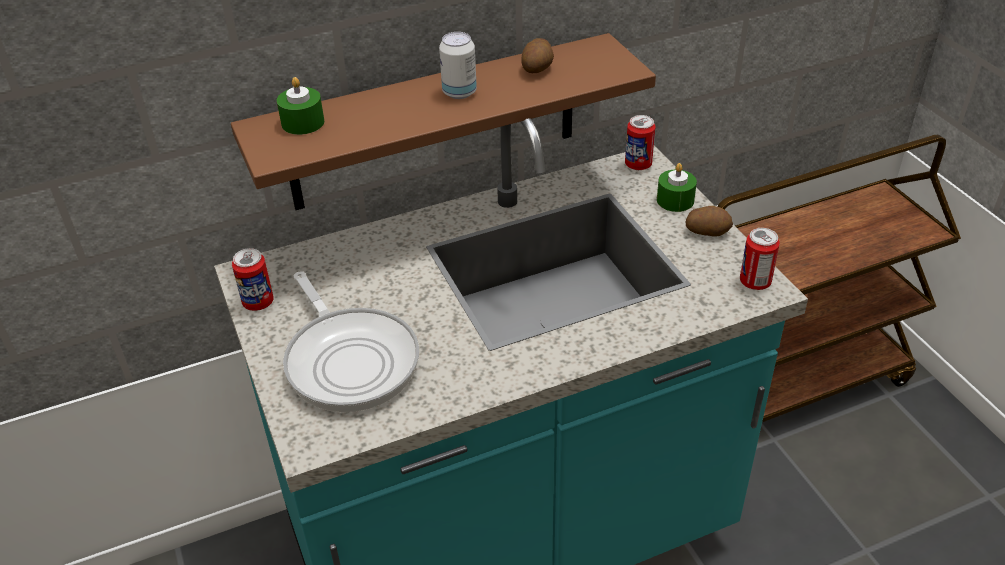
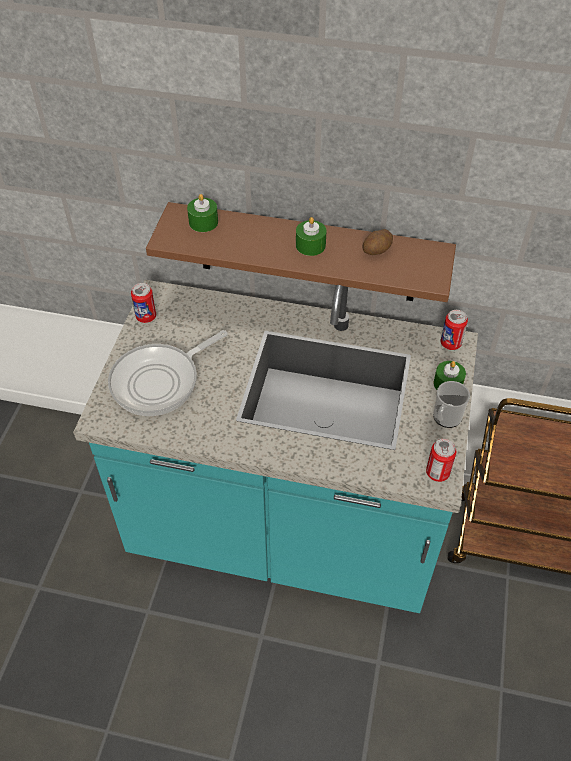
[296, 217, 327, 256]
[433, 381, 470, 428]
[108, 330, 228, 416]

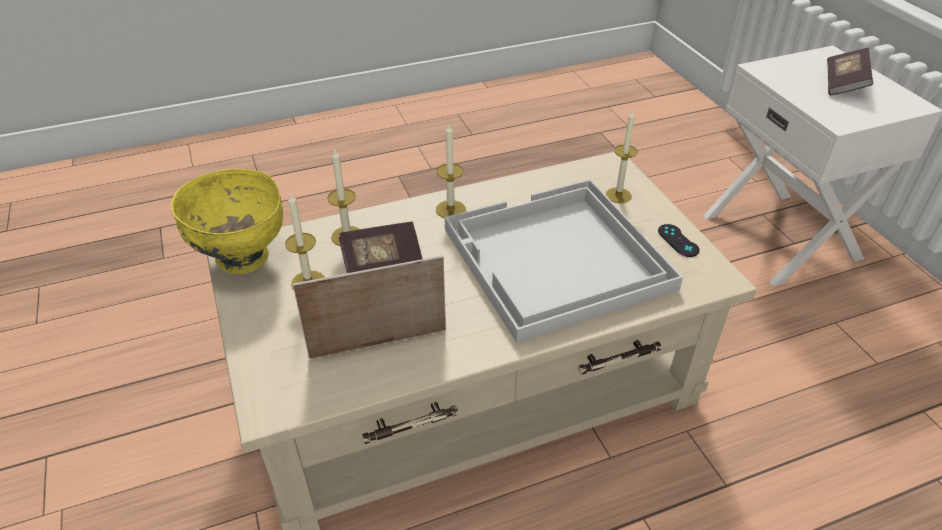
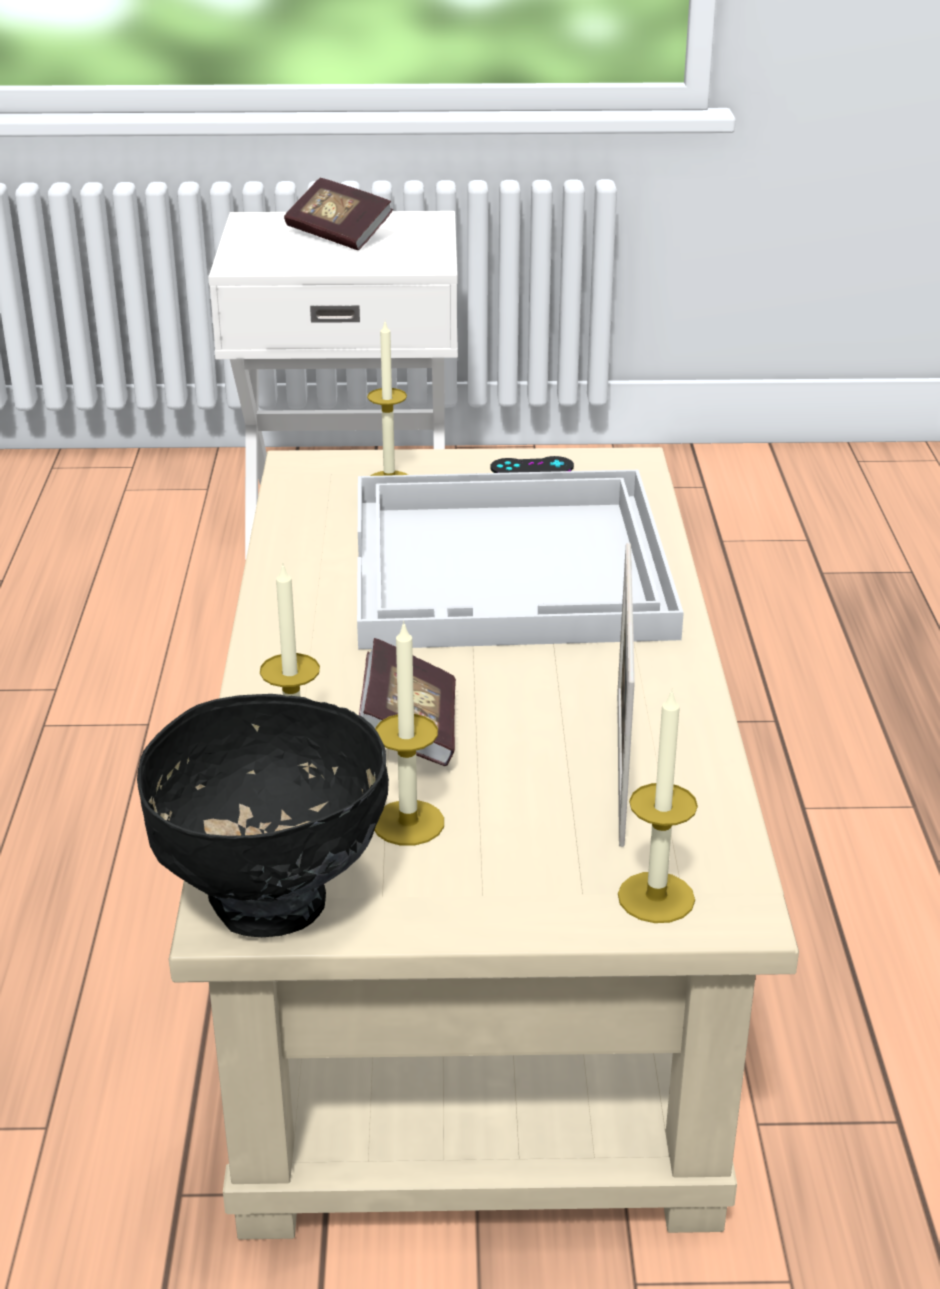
[618, 688, 698, 923]
[137, 694, 389, 937]

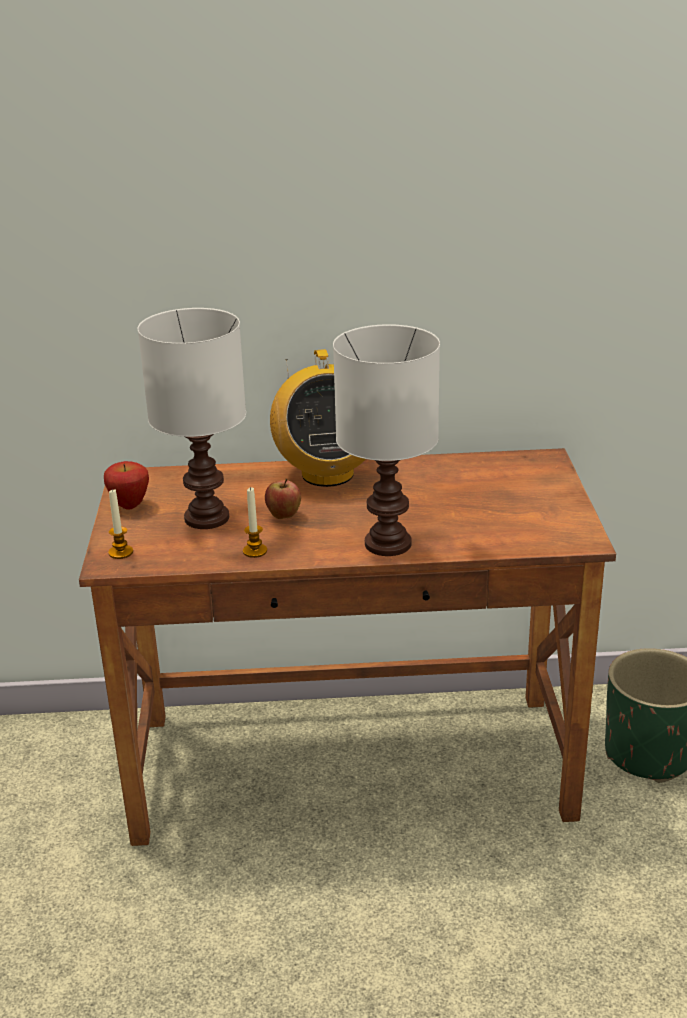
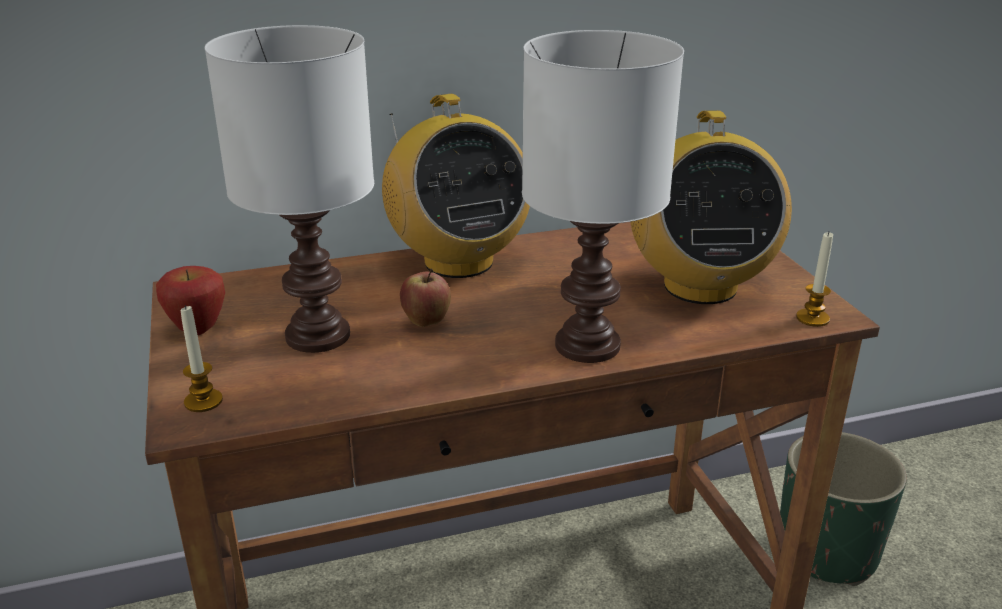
[796, 232, 833, 327]
[631, 110, 792, 304]

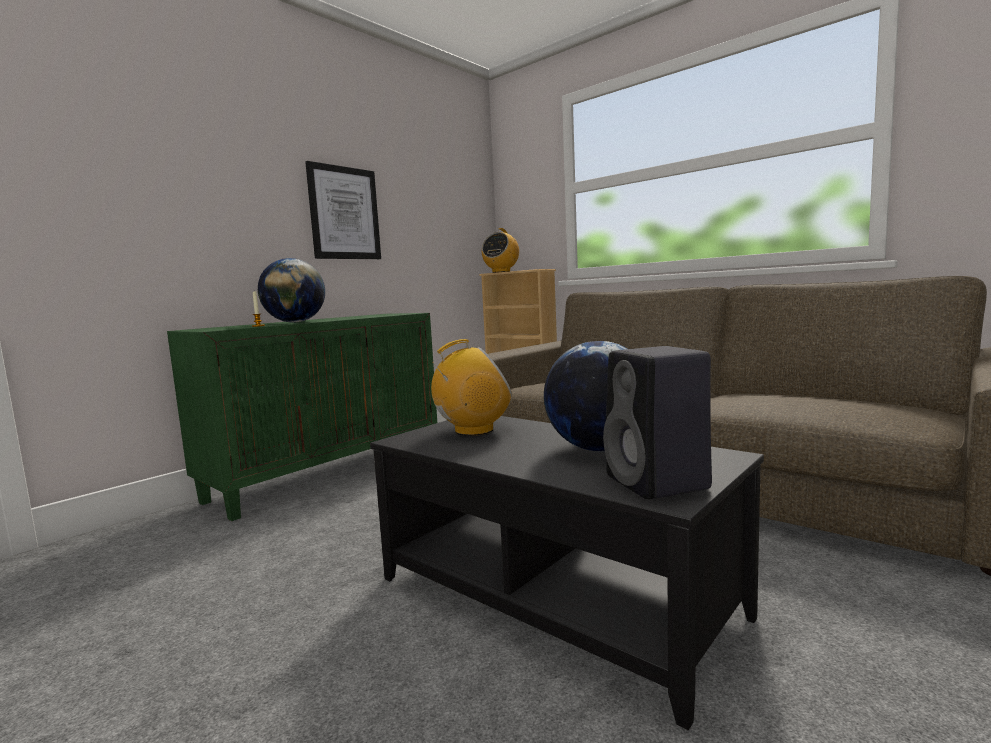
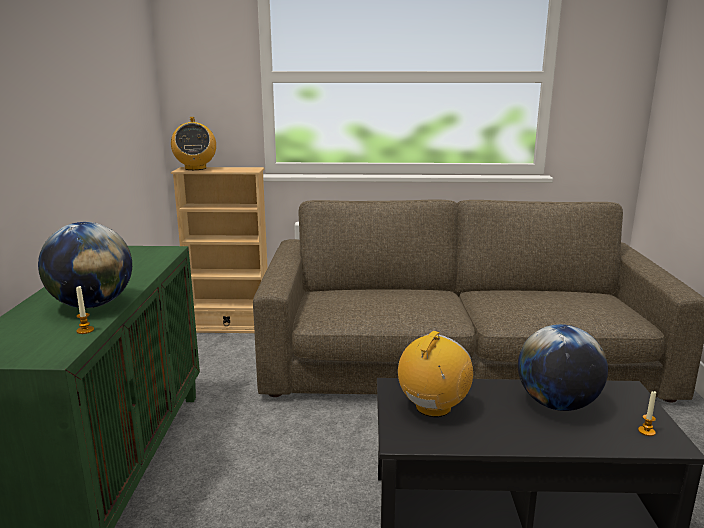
[305, 161, 381, 259] (first image)
[638, 391, 656, 436]

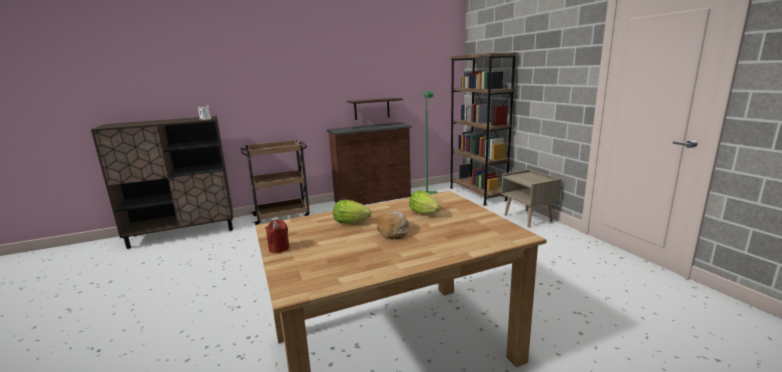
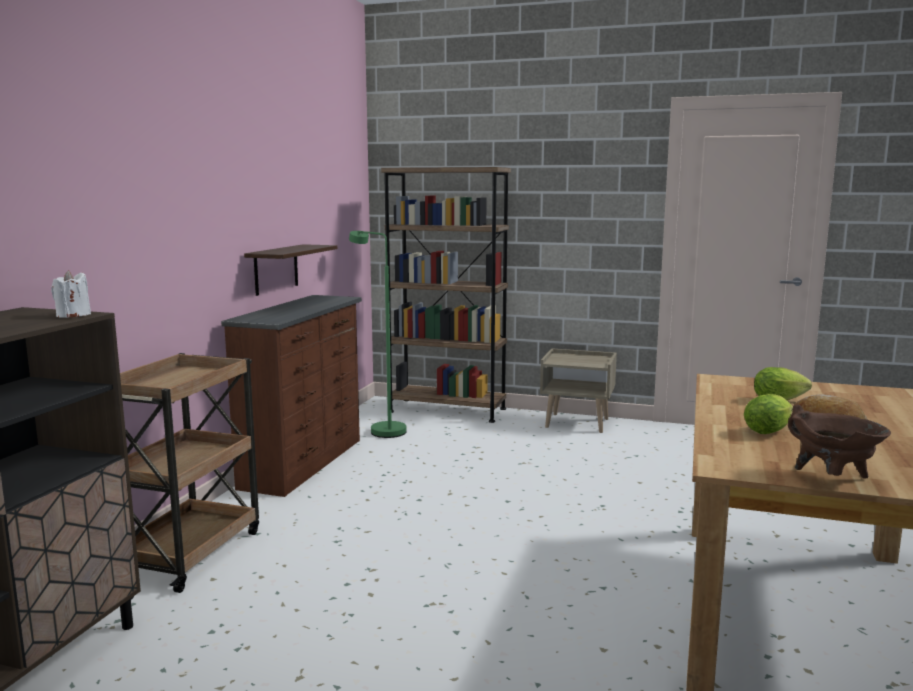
[788, 405, 891, 479]

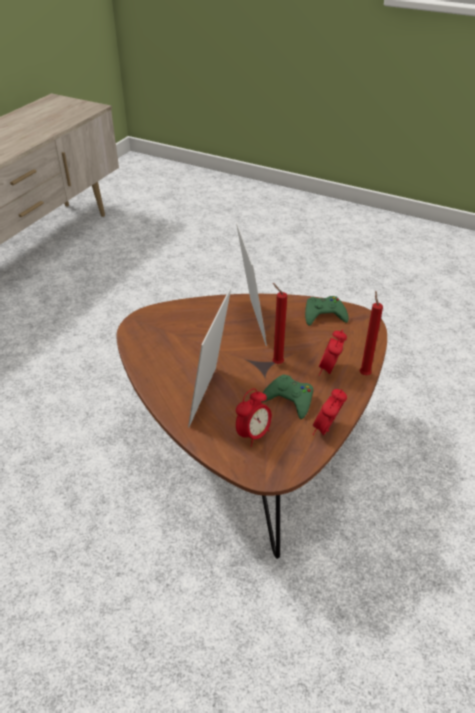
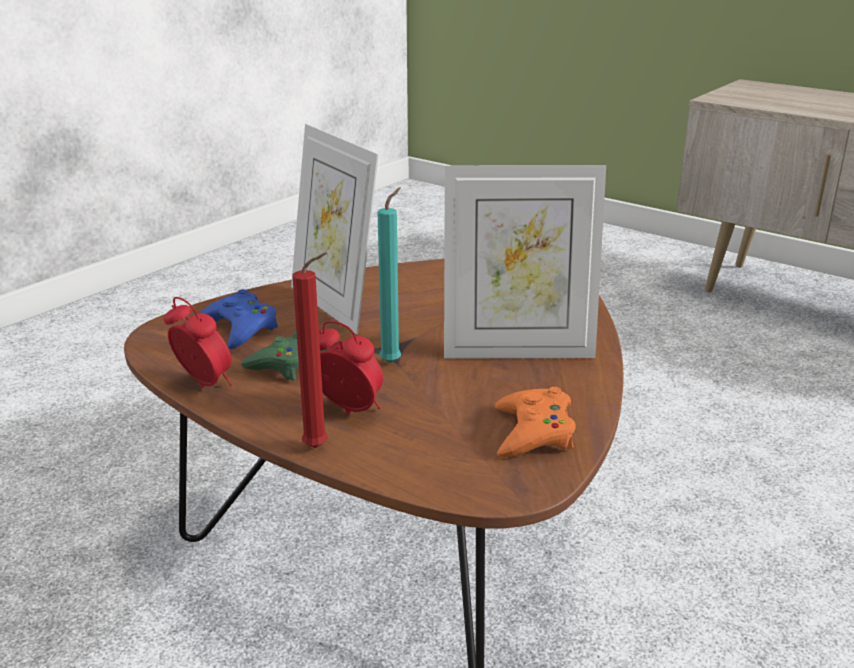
[378, 187, 401, 363]
[291, 124, 379, 334]
[495, 387, 576, 457]
[199, 289, 278, 349]

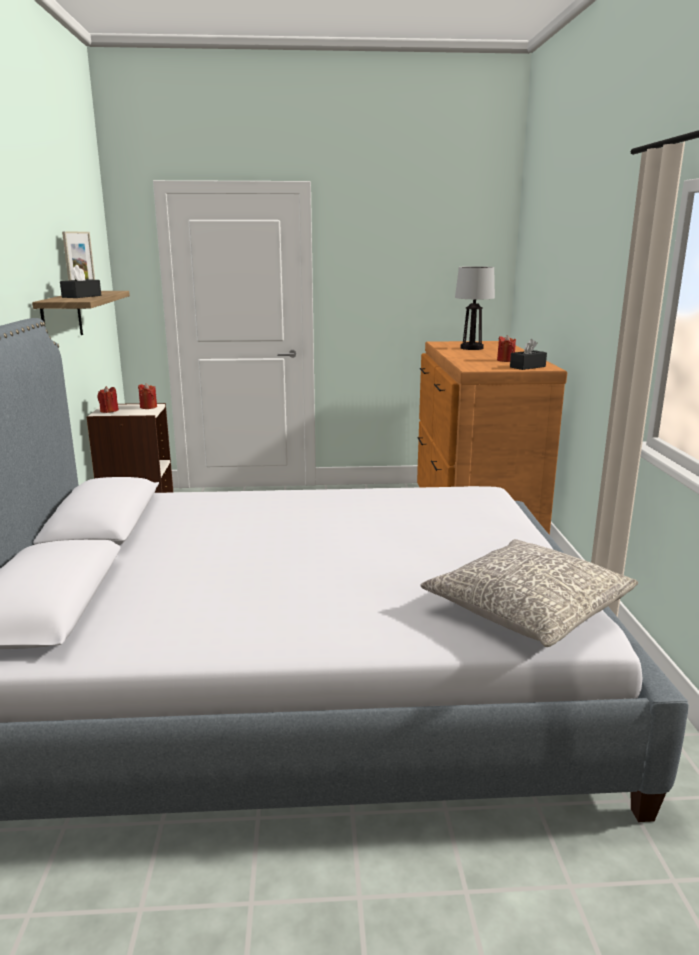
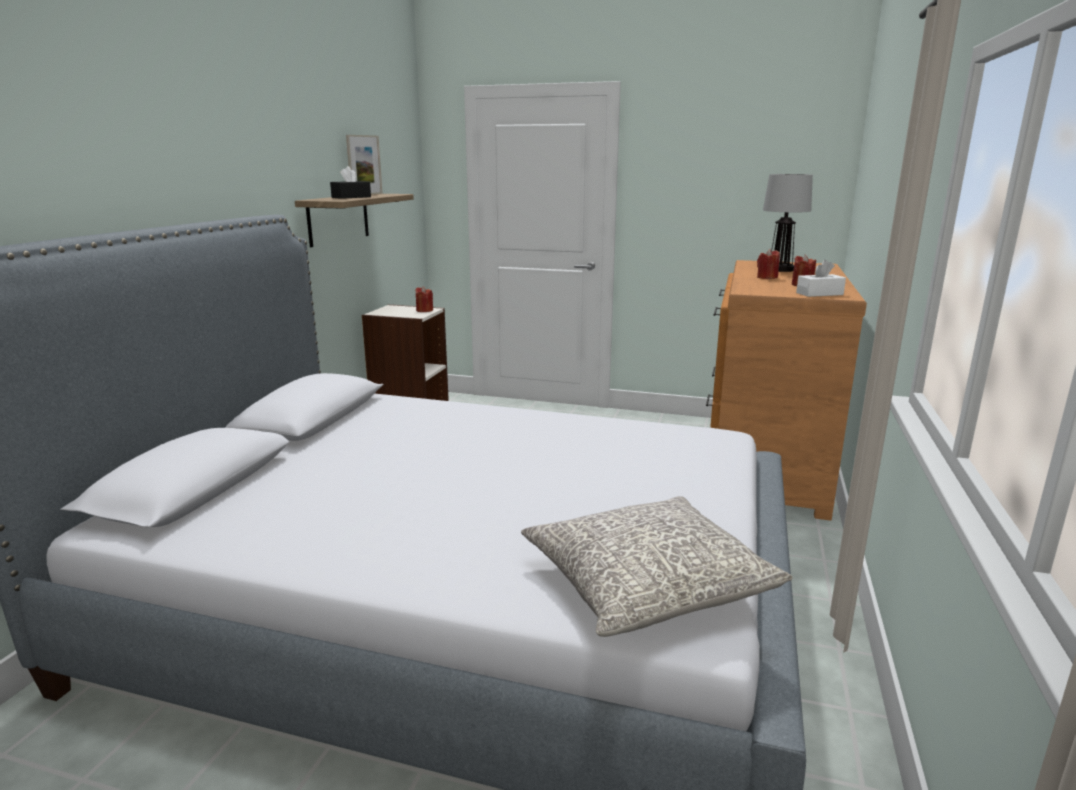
[796, 260, 846, 297]
[757, 249, 780, 279]

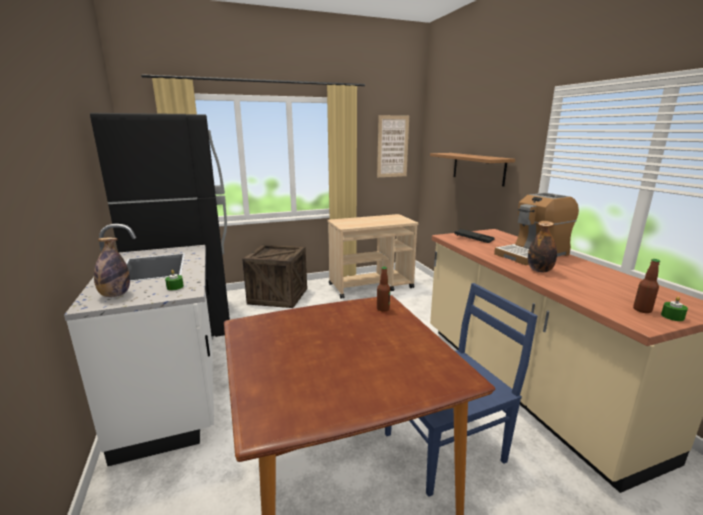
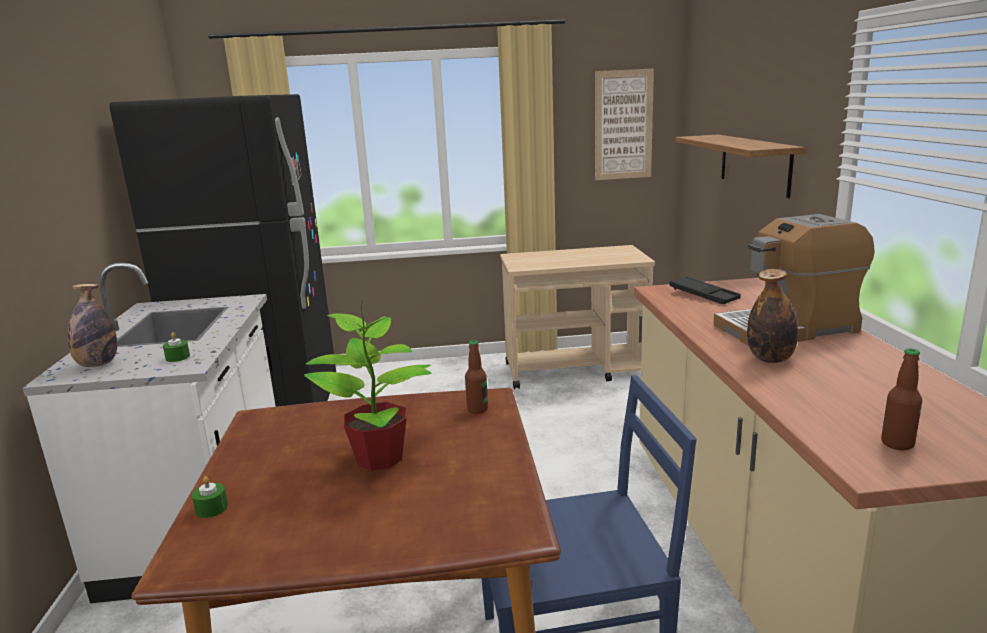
[242, 244, 307, 308] (first image)
[192, 476, 228, 518]
[304, 300, 432, 471]

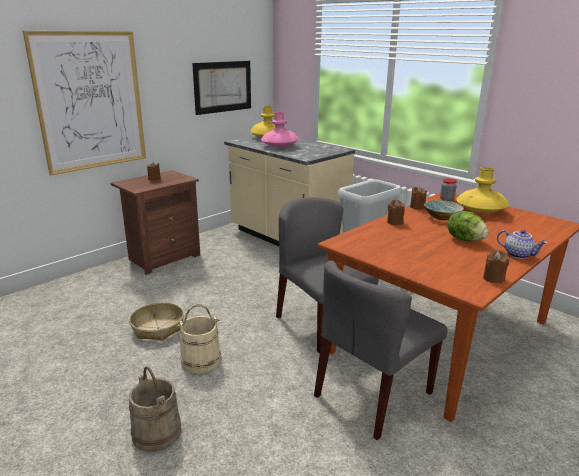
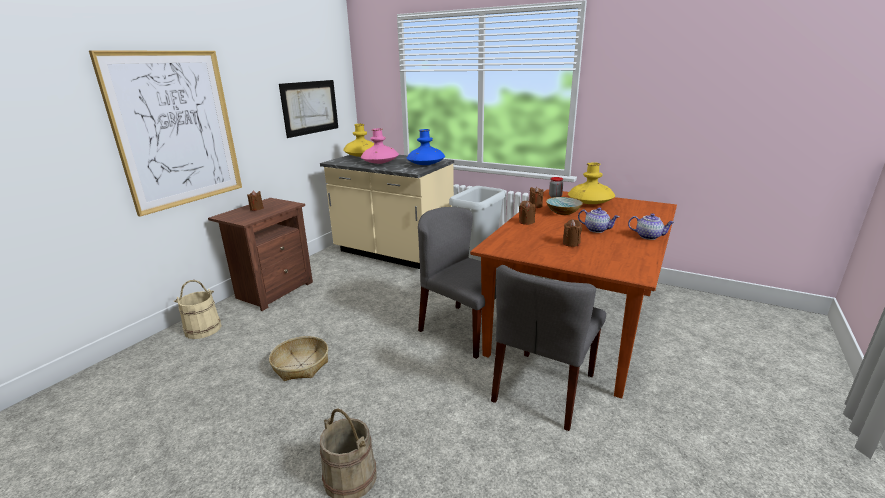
[578, 207, 619, 233]
[563, 219, 582, 247]
[174, 280, 222, 339]
[406, 129, 445, 165]

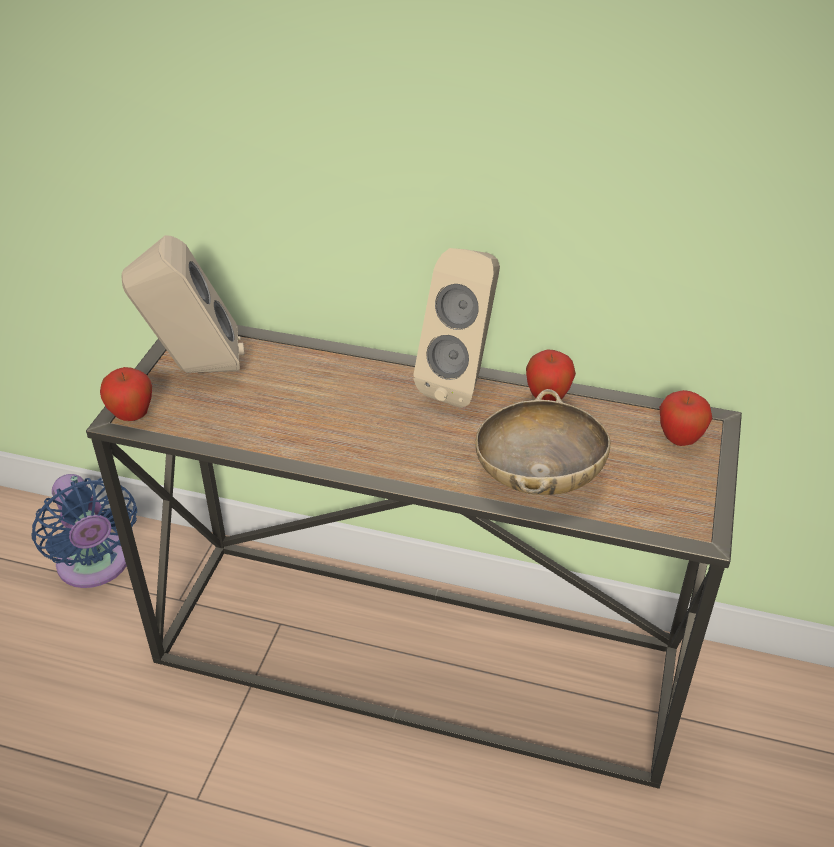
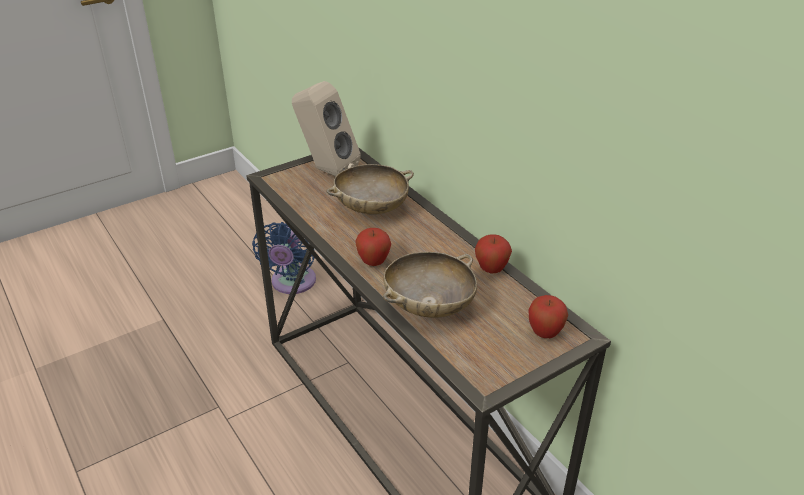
[413, 248, 500, 407] (first image)
[355, 228, 391, 266]
[326, 164, 414, 215]

